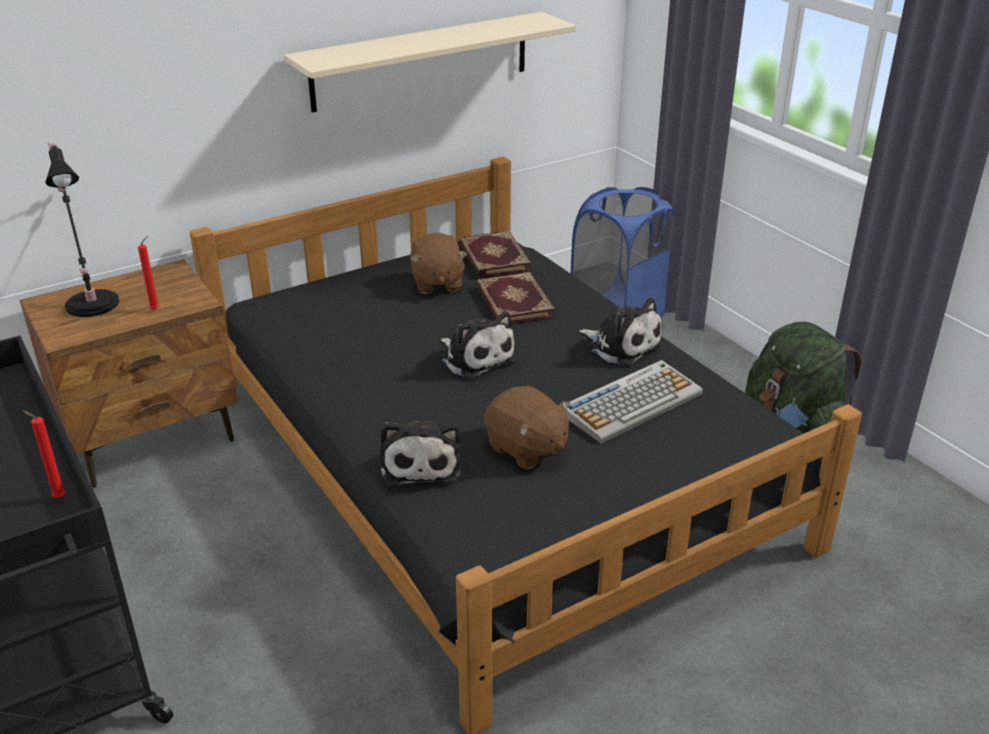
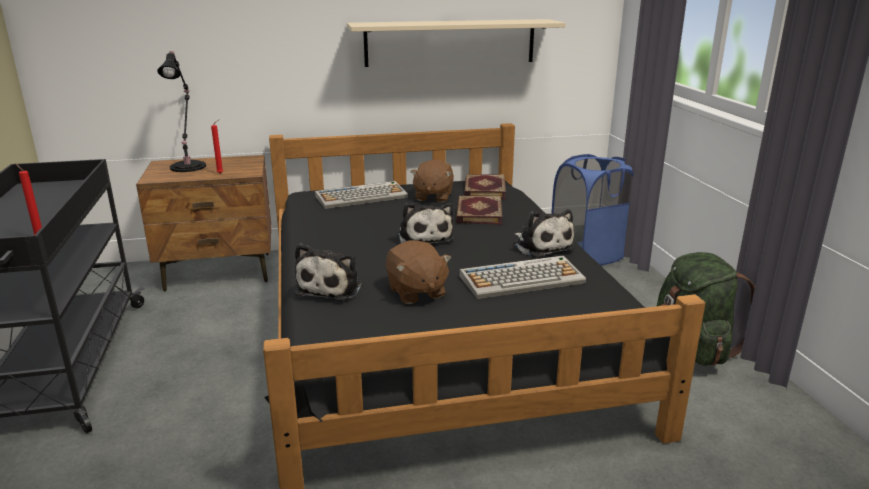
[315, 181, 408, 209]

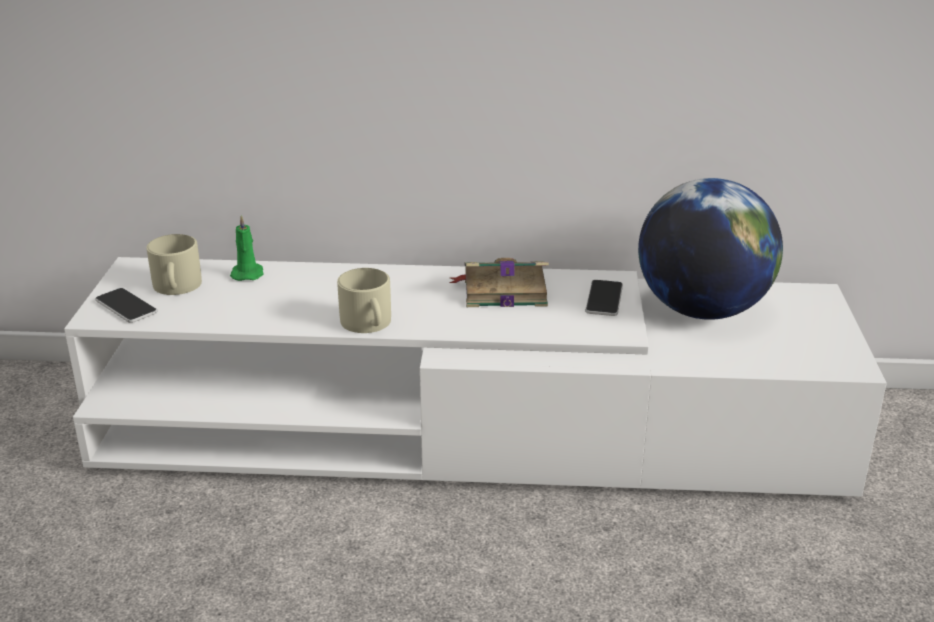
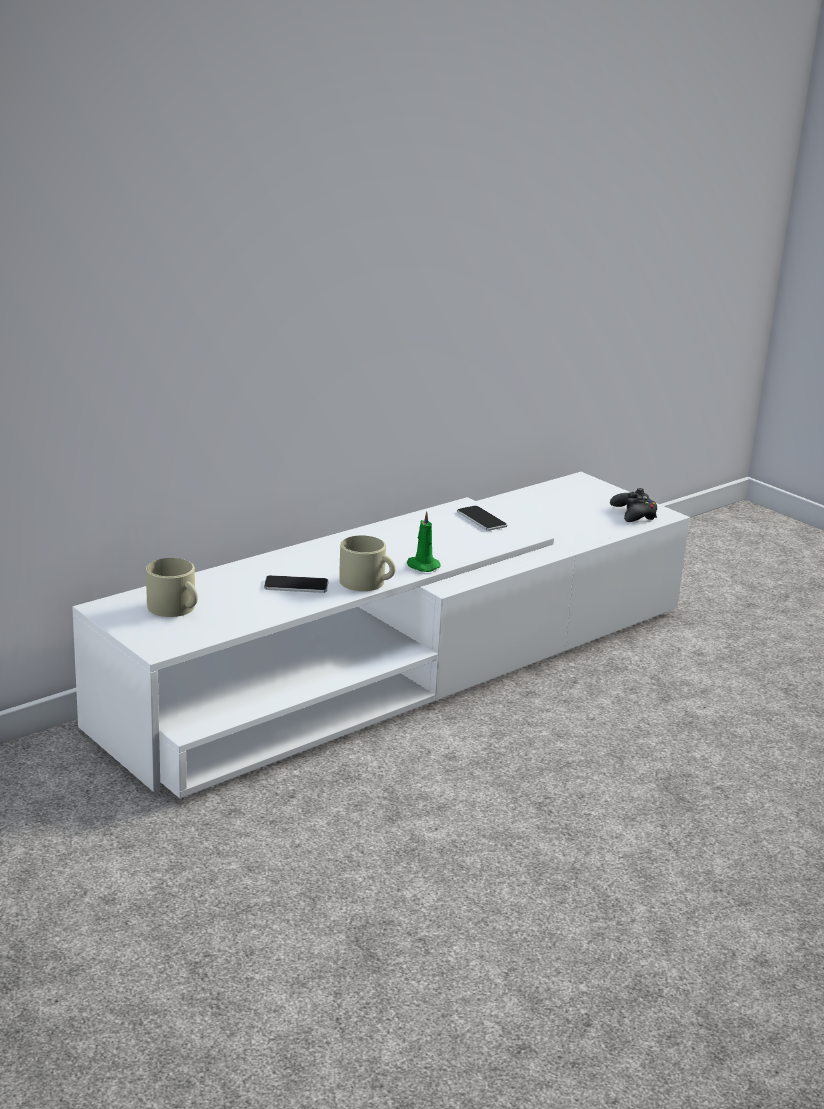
[638, 178, 783, 320] (first image)
[407, 511, 441, 572]
[450, 258, 549, 307] (first image)
[264, 575, 329, 593]
[610, 488, 657, 522]

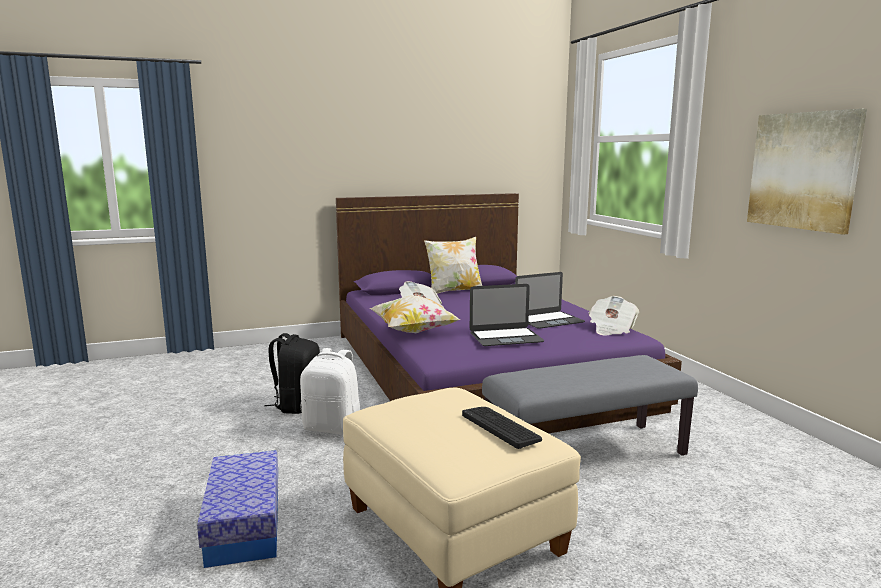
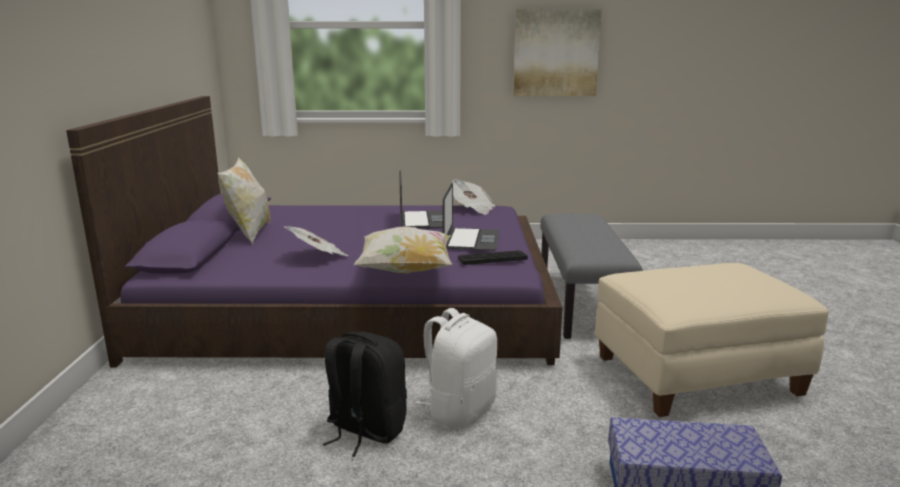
[458, 250, 528, 265]

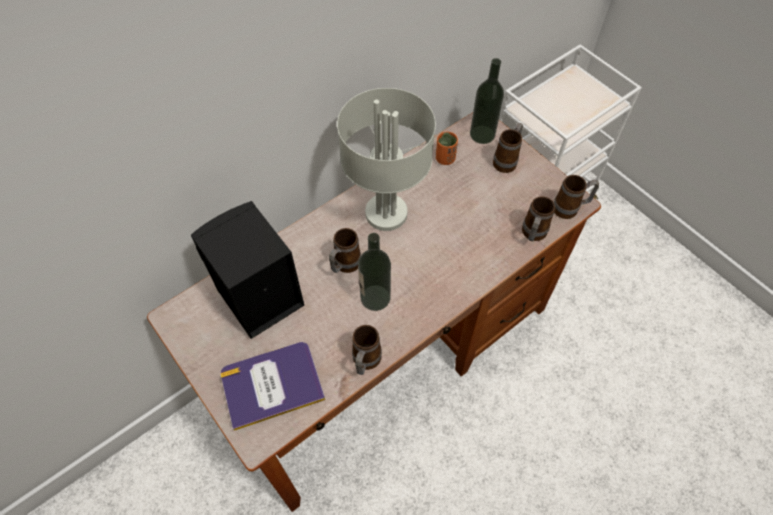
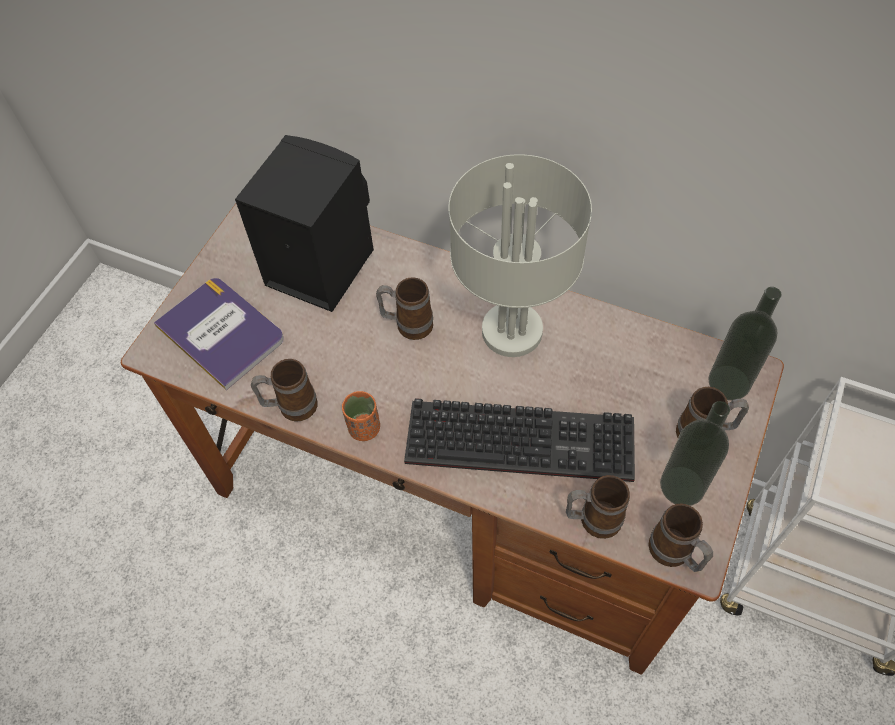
[342, 391, 380, 441]
[660, 401, 730, 506]
[404, 398, 635, 482]

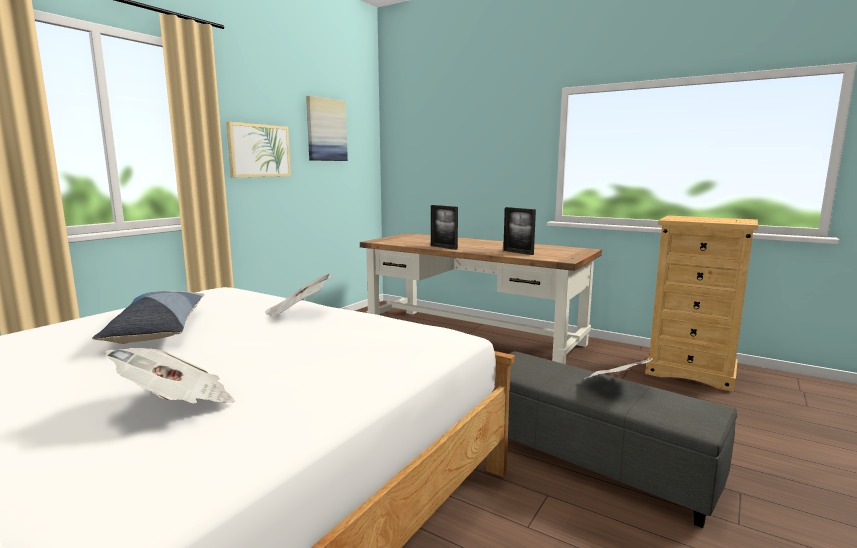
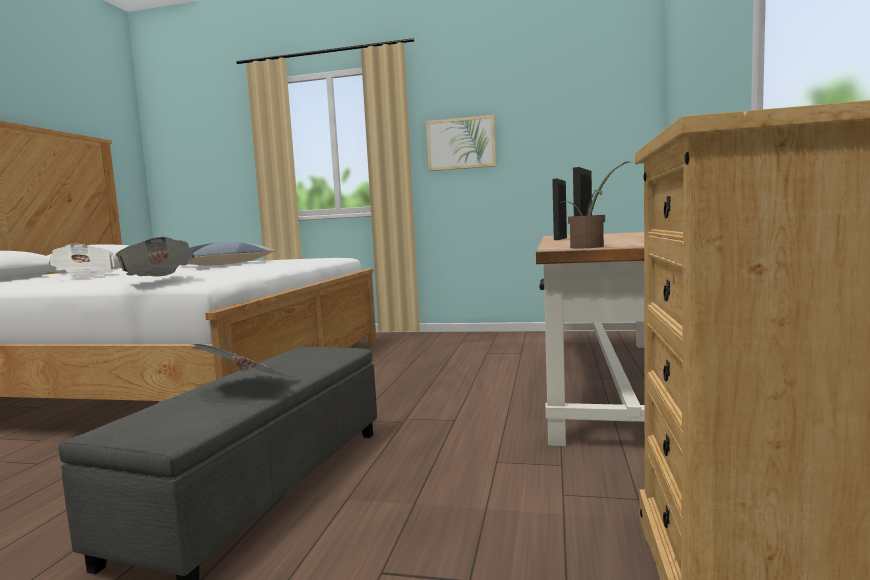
[306, 96, 348, 161] (first image)
[116, 237, 195, 276]
[562, 162, 634, 248]

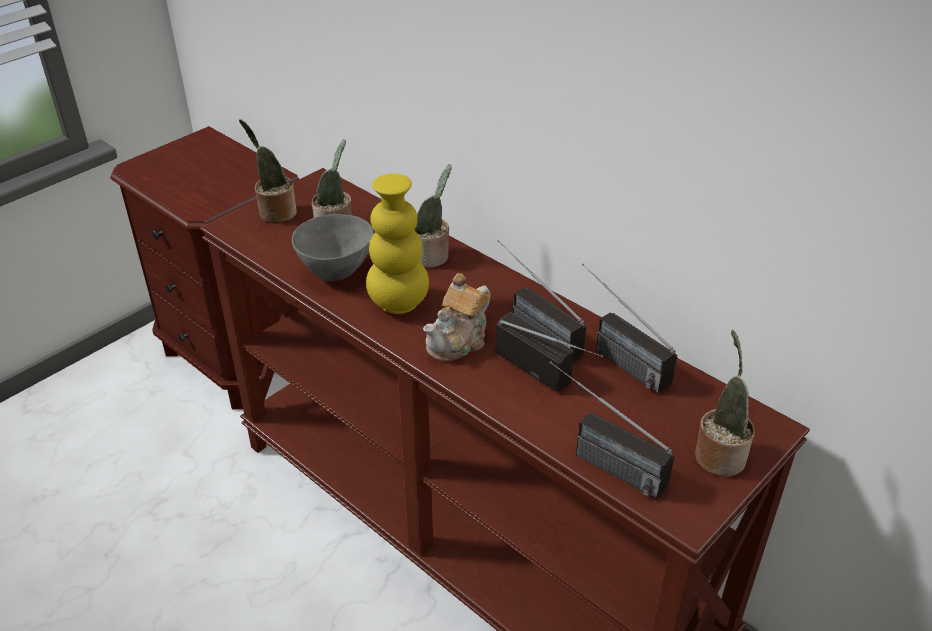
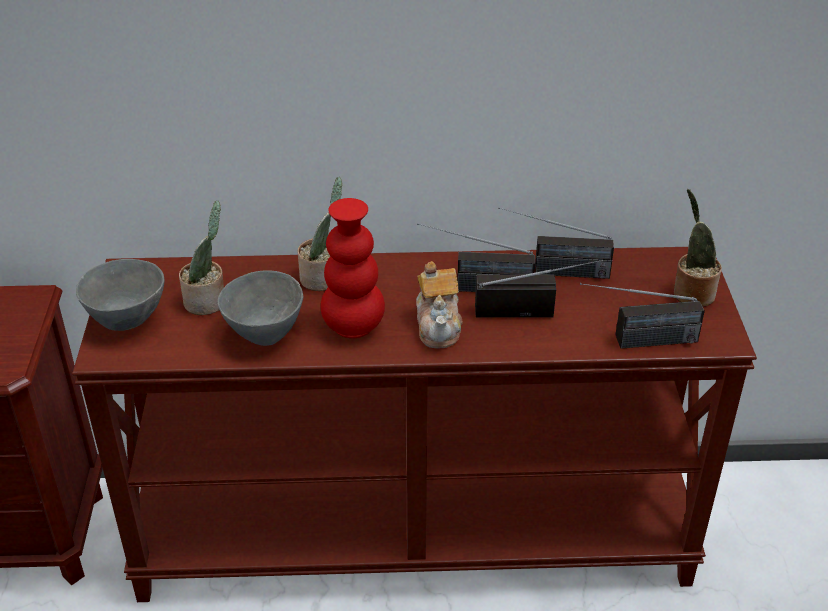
[76, 259, 164, 331]
[320, 198, 385, 338]

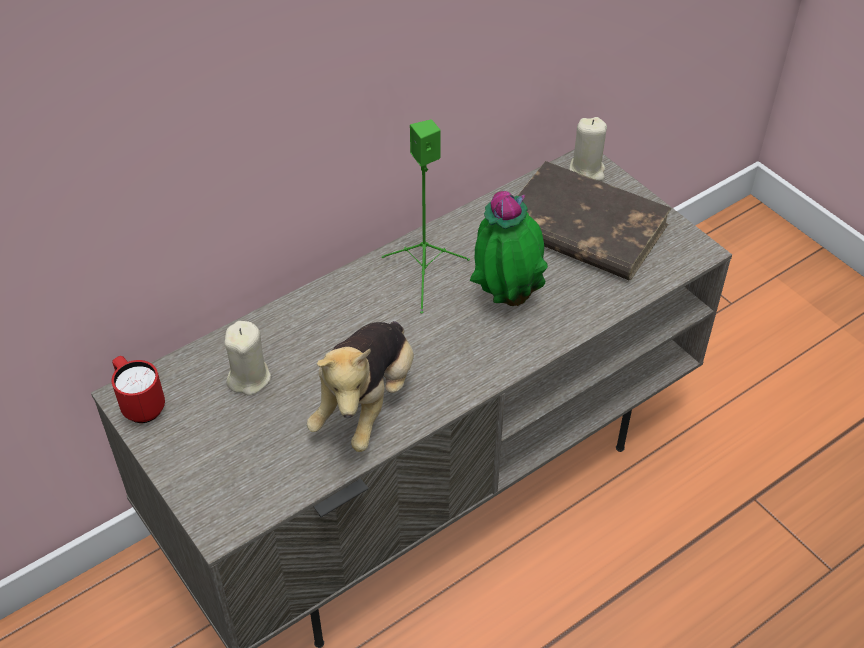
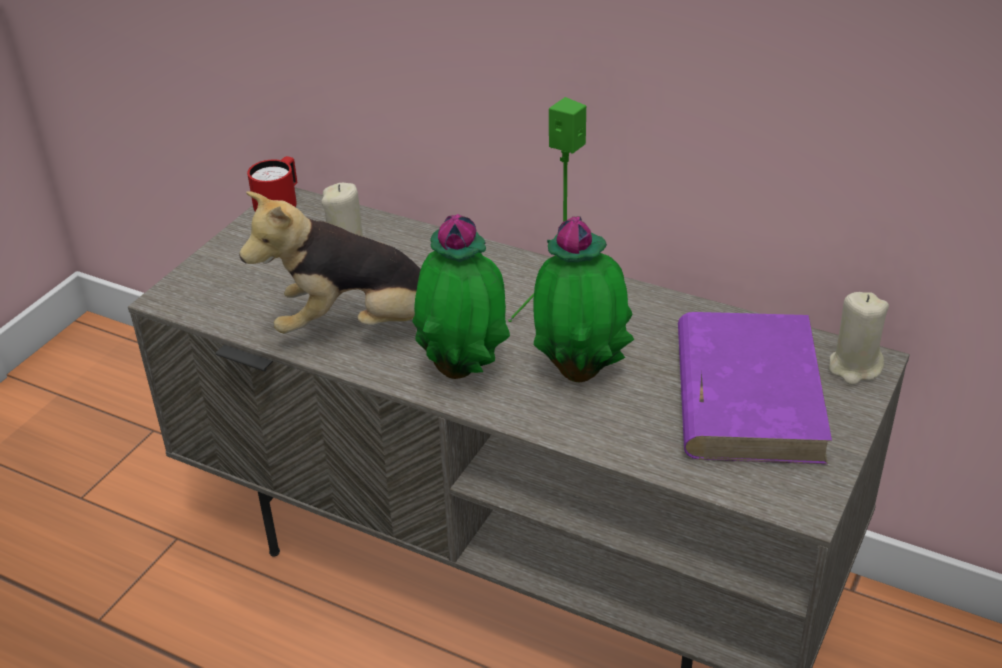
[678, 312, 832, 464]
[413, 214, 510, 379]

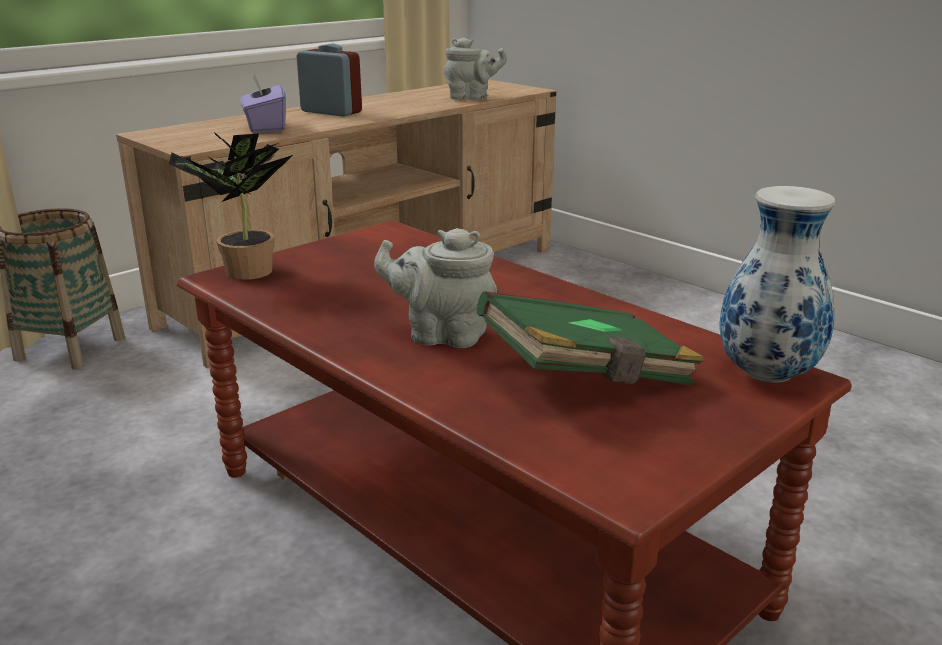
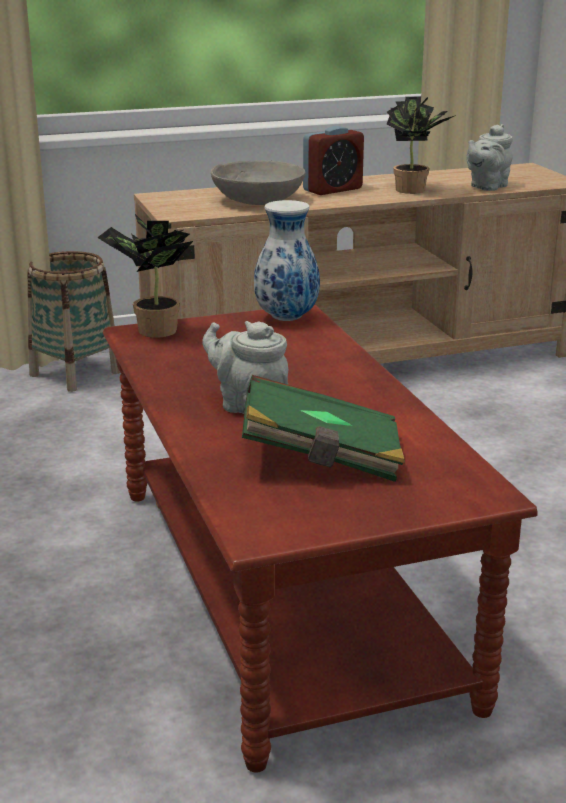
[466, 124, 513, 191]
[303, 126, 364, 195]
[211, 160, 306, 205]
[254, 200, 320, 321]
[387, 97, 456, 194]

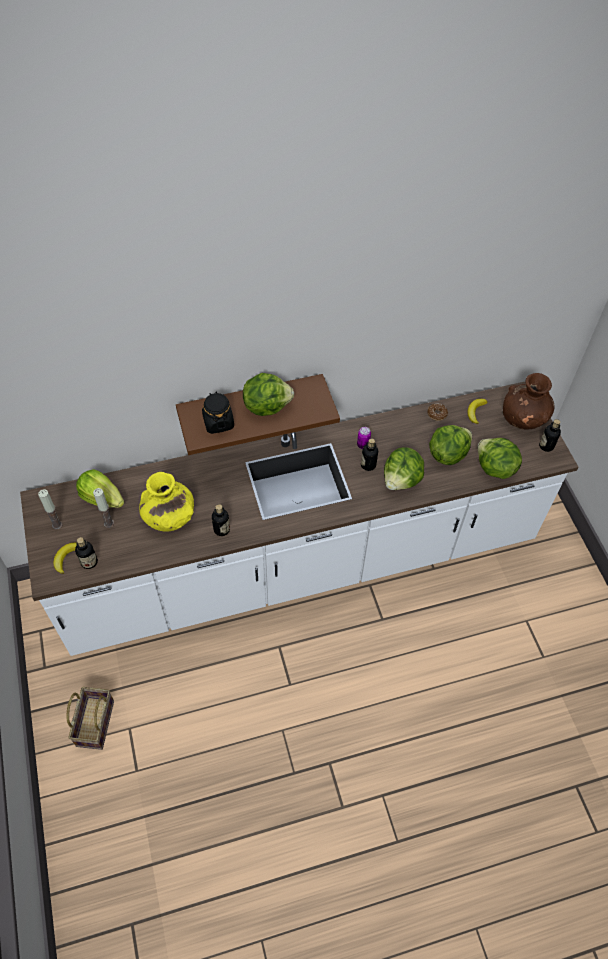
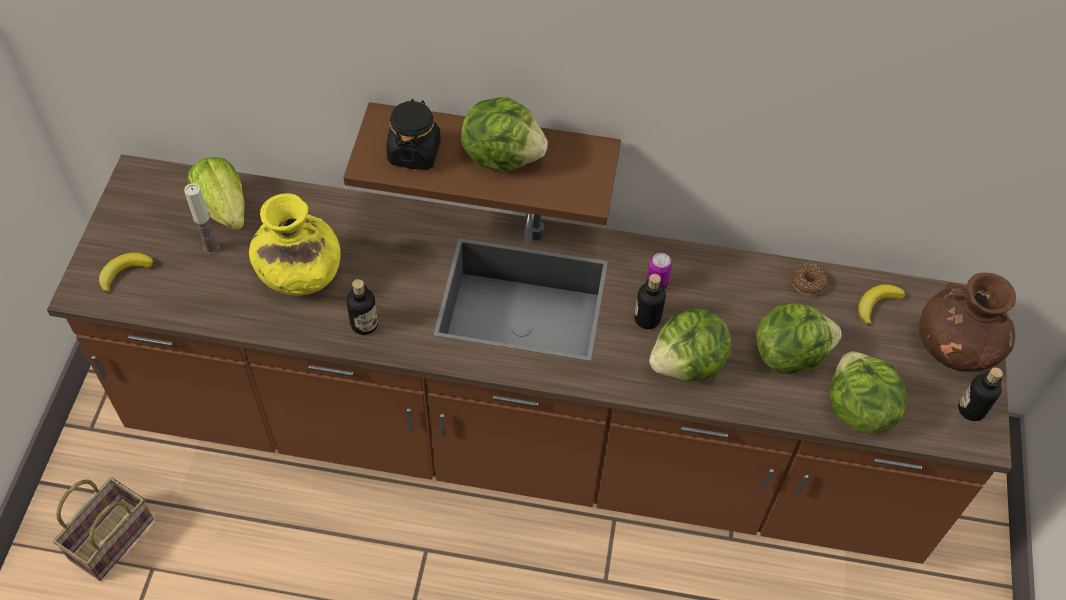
[47, 154, 1012, 564]
[38, 489, 62, 529] (first image)
[75, 537, 98, 569] (first image)

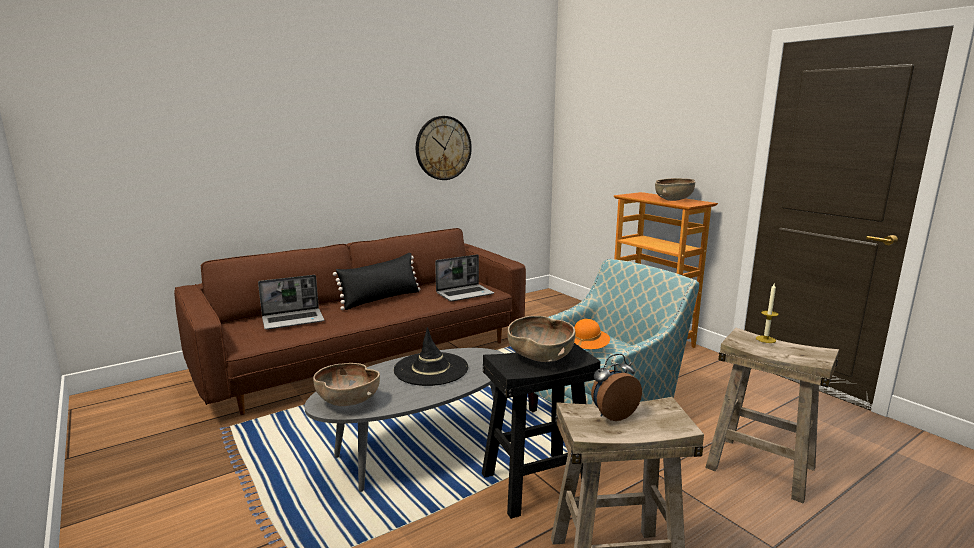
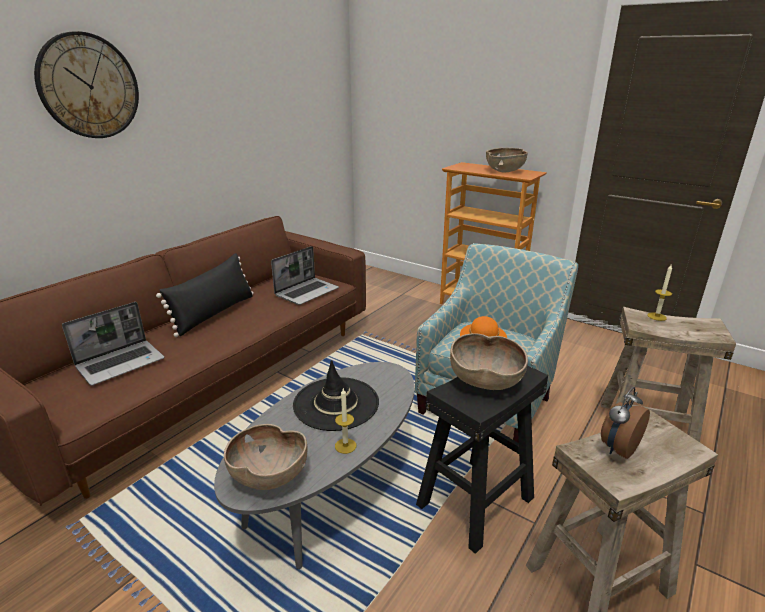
[34, 31, 139, 138]
[335, 389, 356, 454]

